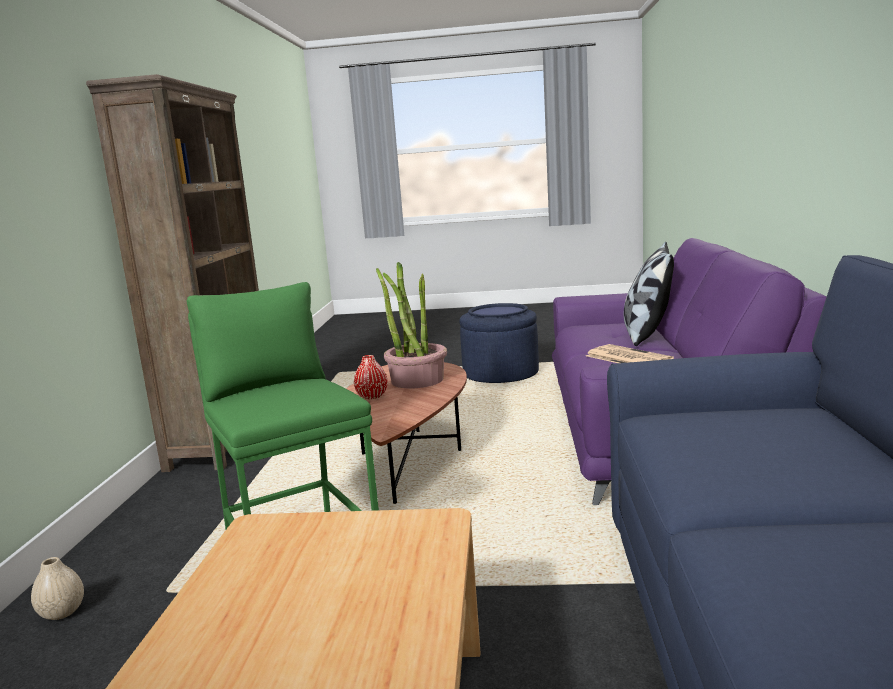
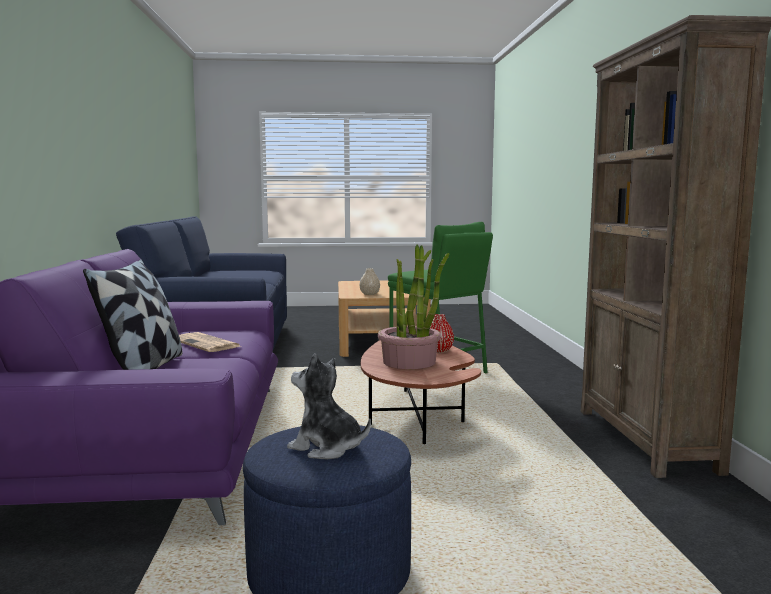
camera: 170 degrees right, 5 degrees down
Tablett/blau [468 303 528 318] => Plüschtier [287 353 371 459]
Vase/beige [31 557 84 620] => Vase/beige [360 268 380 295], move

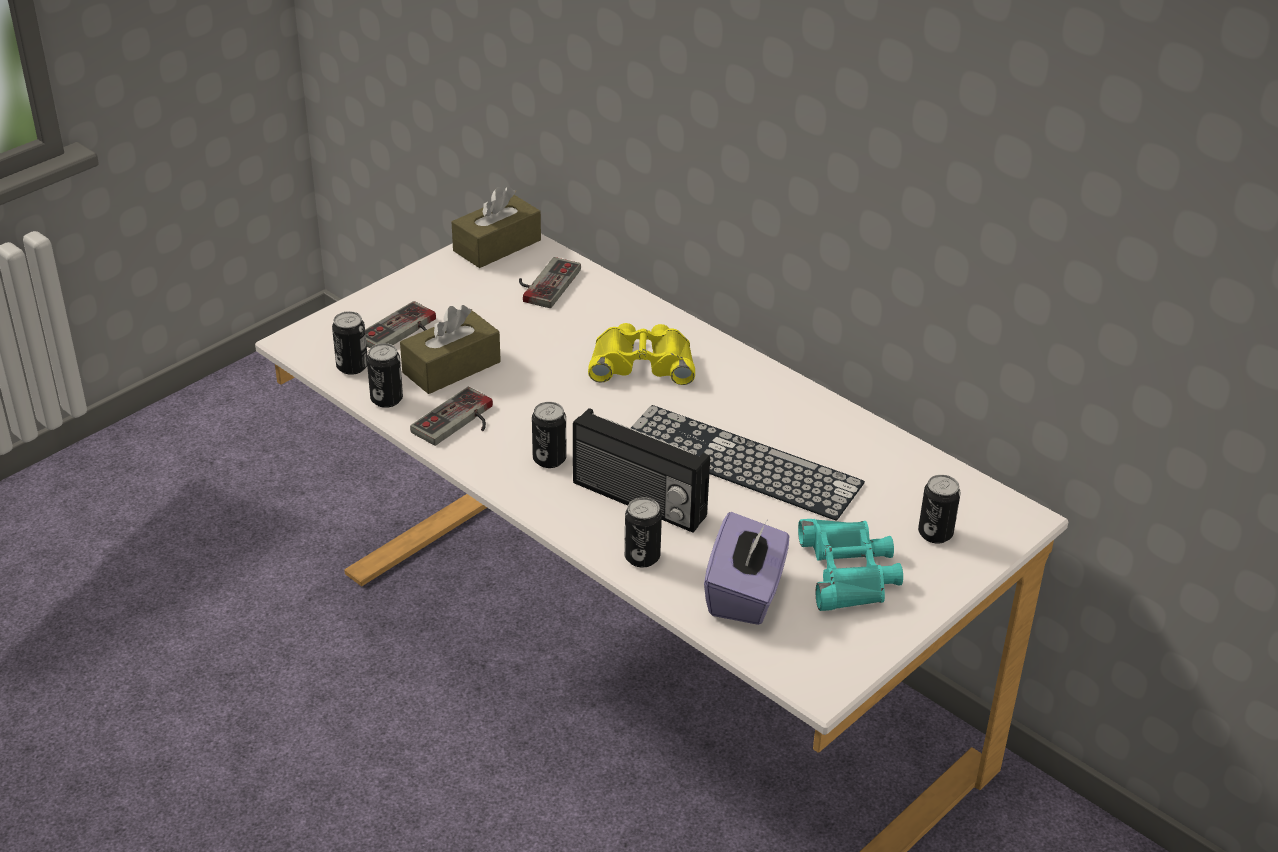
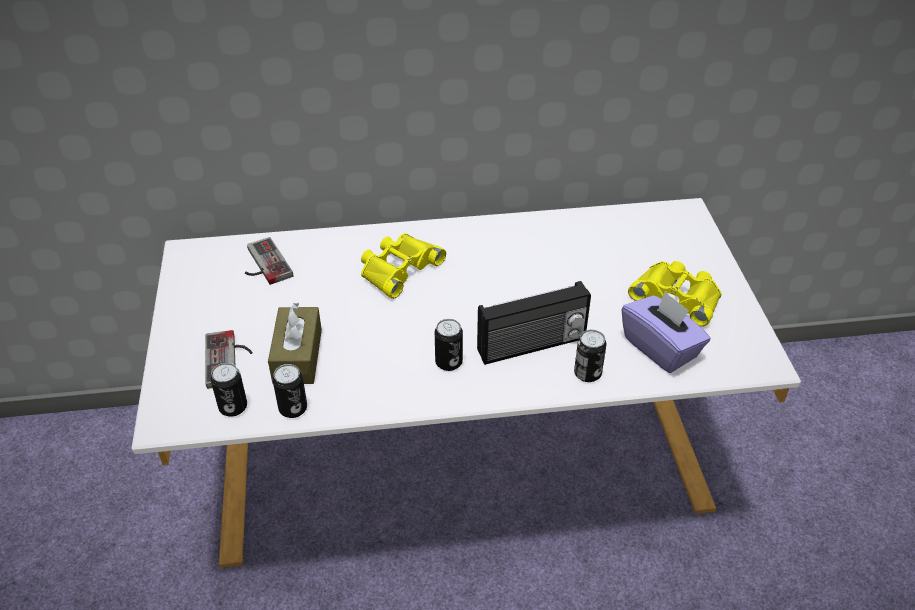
camera: 50 degrees left, 5 degrees up
Fernglas/türkis [798 519 903 611] => Fernglas/gelb [628 261 722 326]
Gamepad [410 387 493 446] => nothing
Taschentuchbox/braun [452 186 541 268] => nothing
Tastatur [631 405 865 521] => nothing
Dose [918 475 961 544] => nothing

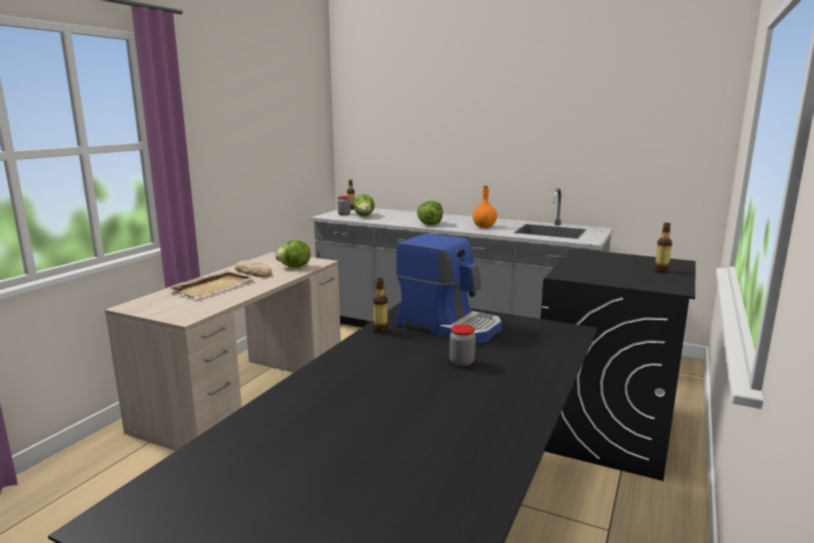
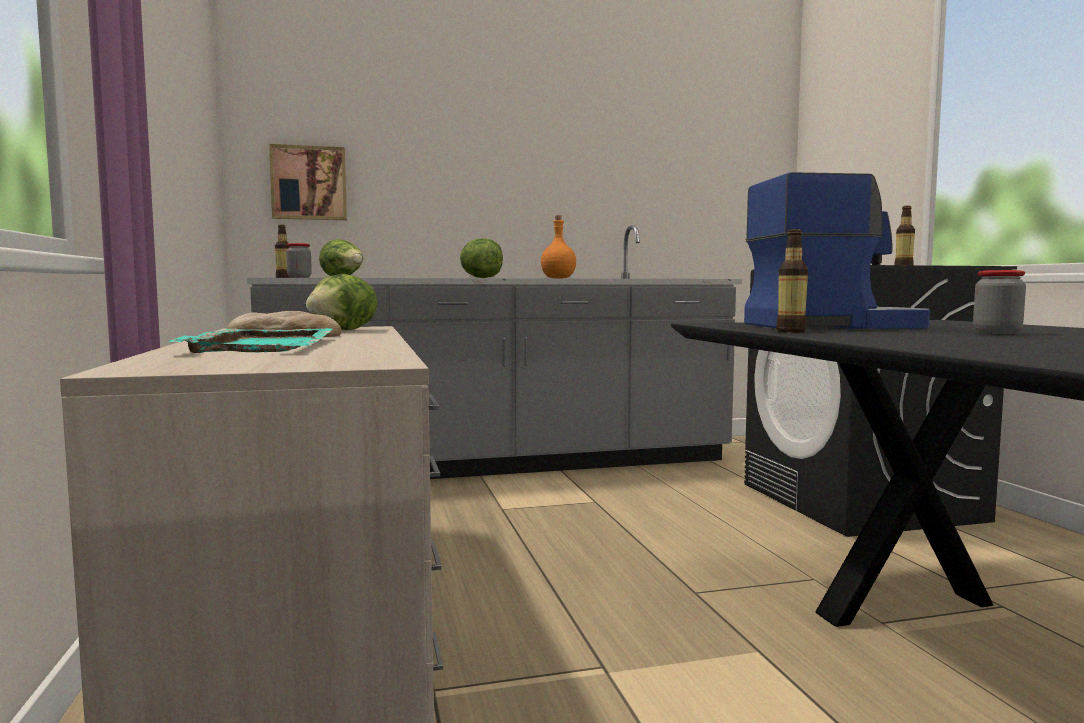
camera: 40 degrees left, 10 degrees down
Tablett/beige [167 270 256 298] => Tablett/türkis [169 328 333 353]
nothing => Bild [269 144 347 220]

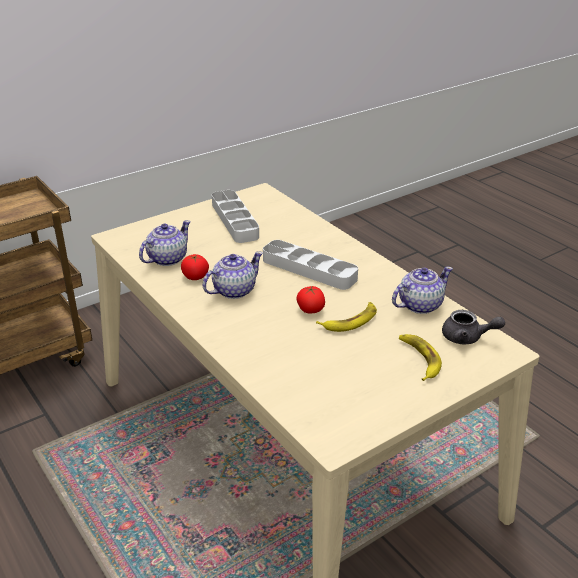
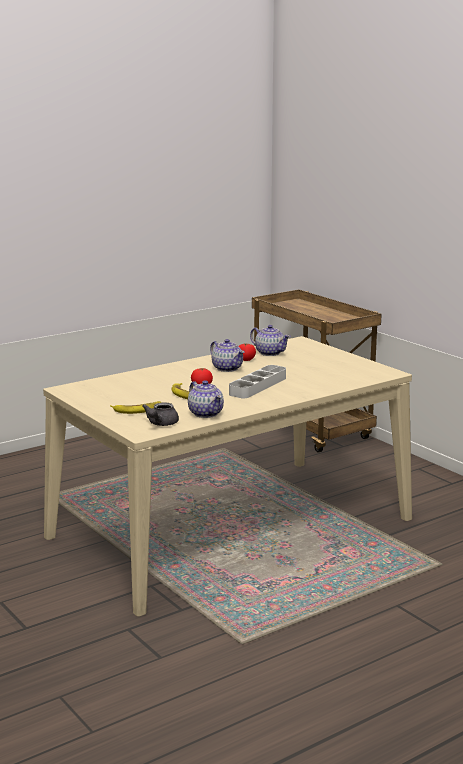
camera: 90 degrees right, 15 degrees down
Tablett/grau [212 190 259 243] => nothing

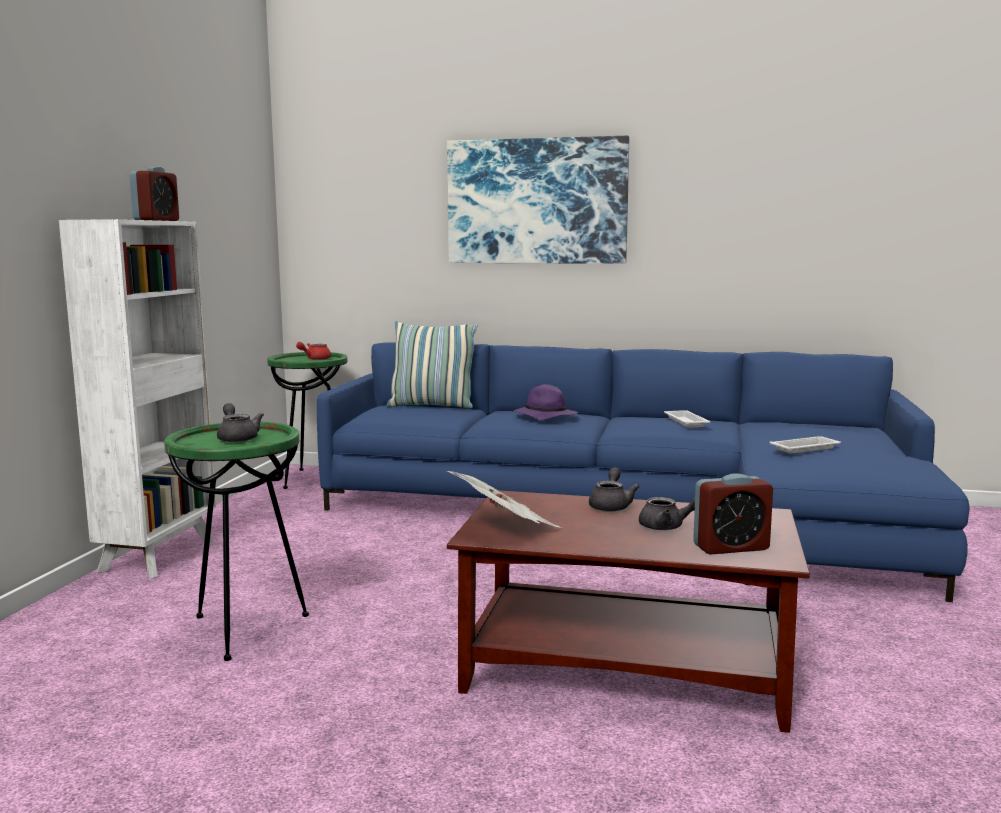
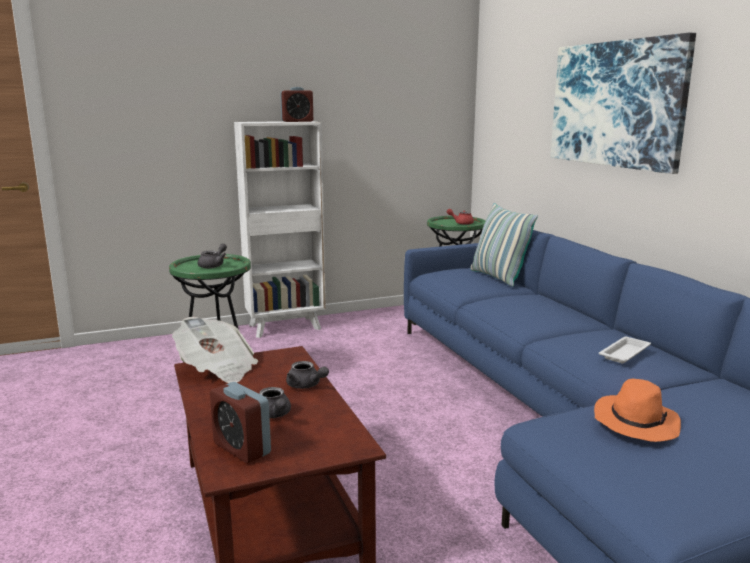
camera: 55 degrees right, 5 degrees up
Teekanne/grau [589 467 640 512] => Teekanne/grau [286 361 329 389], 60 degrees clockwise
Tablett/weiß [770 436 841 453] => Hut/orange [594 379 681 442]
Hut/lila [513 384 578 420] => nothing

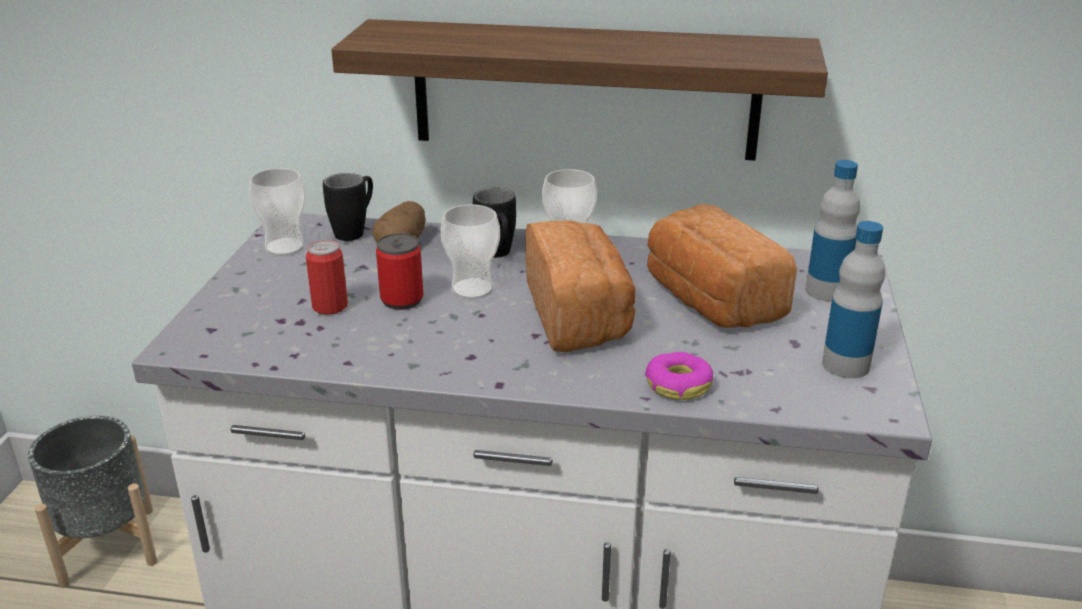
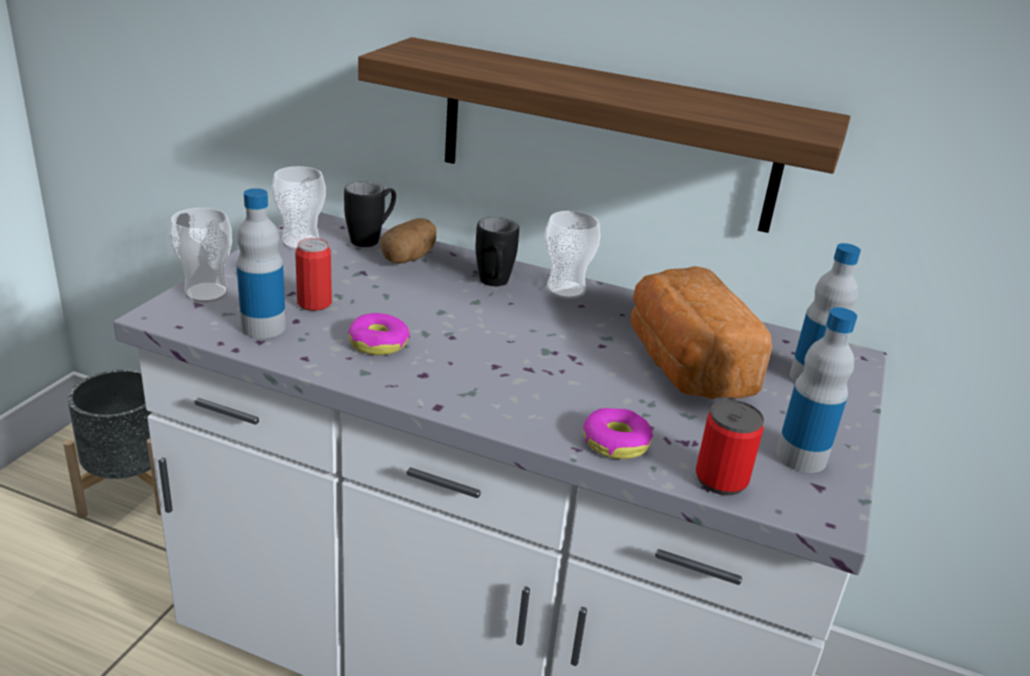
camera: 10 degrees right, 0 degrees up
Tasse [440 205 500 299] => Tasse [169 208 232 303], move
nothing => Flasche [236 188 286 338]
nothing => Donut [348 313 410 355]
Dose [376 233 423 310] => Dose [696 400 764 495], move
Brot [526 220 636 353] => nothing

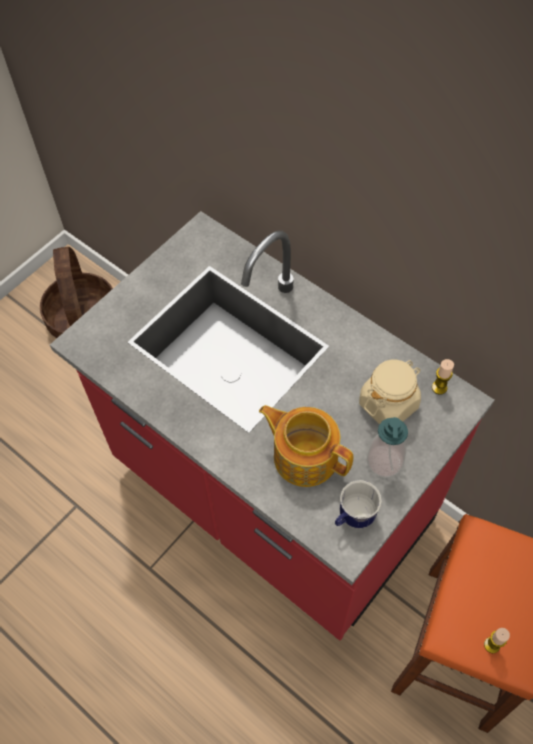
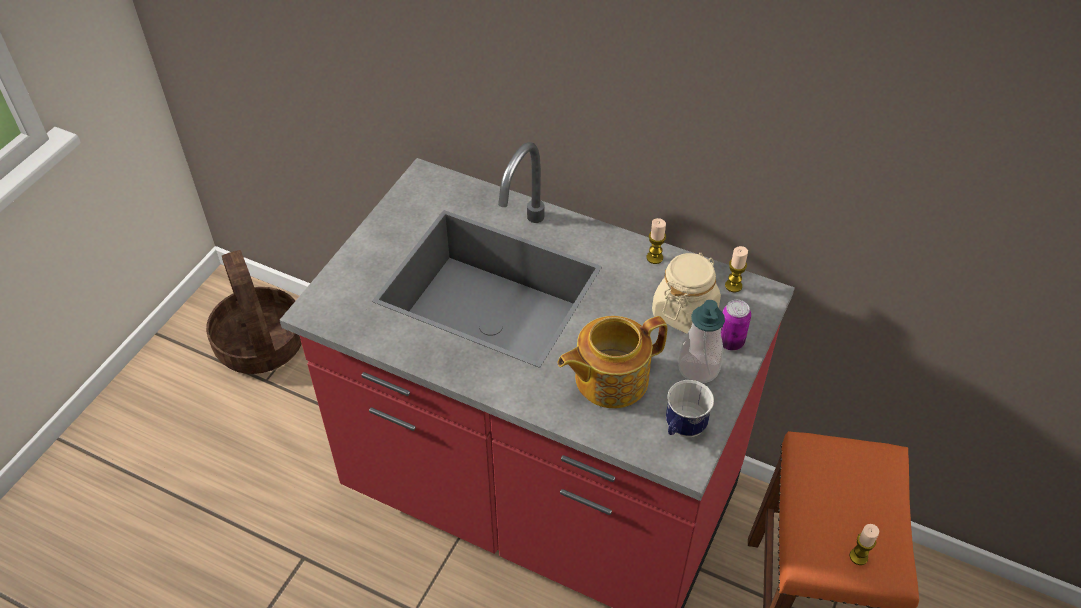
camera: 15 degrees left, 10 degrees down
Teekanne [259 405 353 487] => Teekanne [558 316 668 408], 45 degrees counterclockwise
nothing => Kerze [647 218 666 264]
nothing => Dose [721 300 751 350]

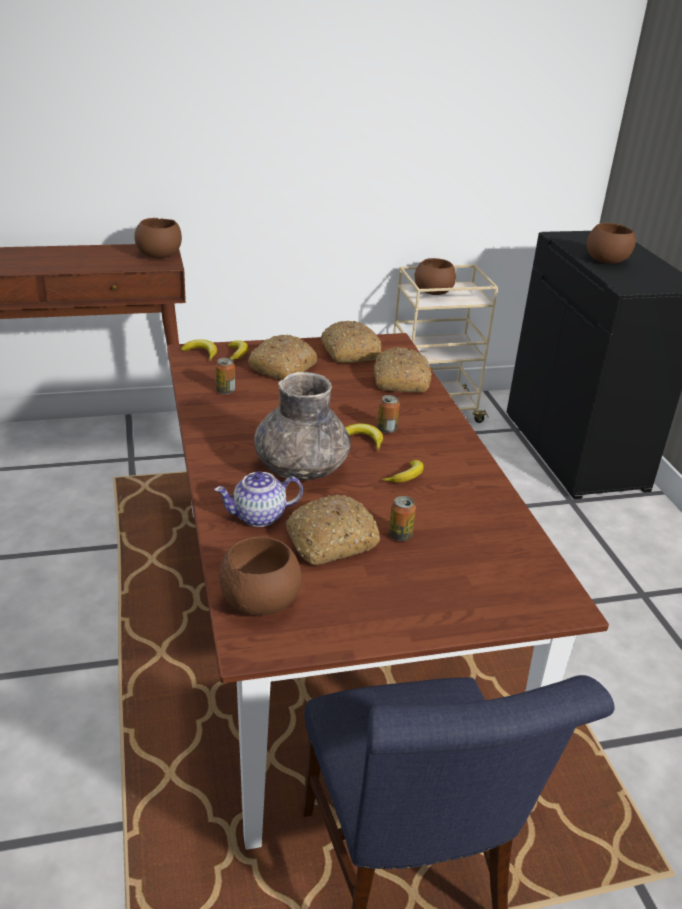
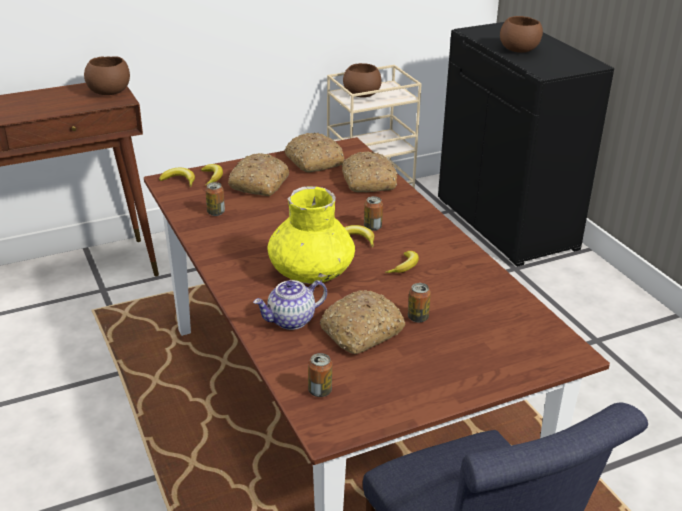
camera: 10 degrees left, 0 degrees up
Vase/grau [254 372 351 480] => Vase/gelb [267 186 355 284]
Schüssel/braun [219 537 301 615] => Dose [308 353 332 397]

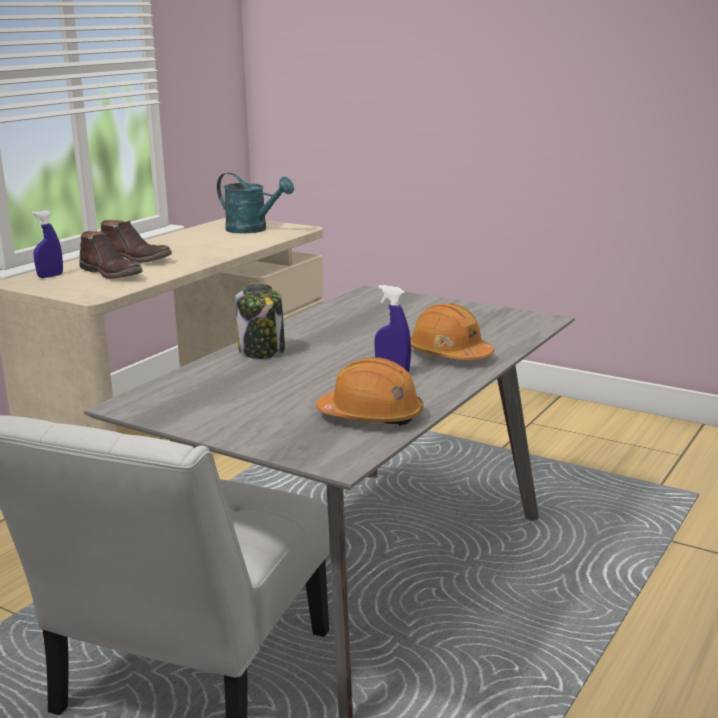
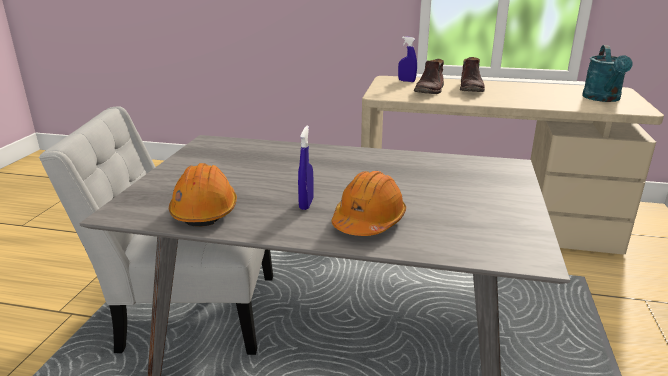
camera: 70 degrees right, 5 degrees up
Vorratsglas [235 283 285 359] => nothing

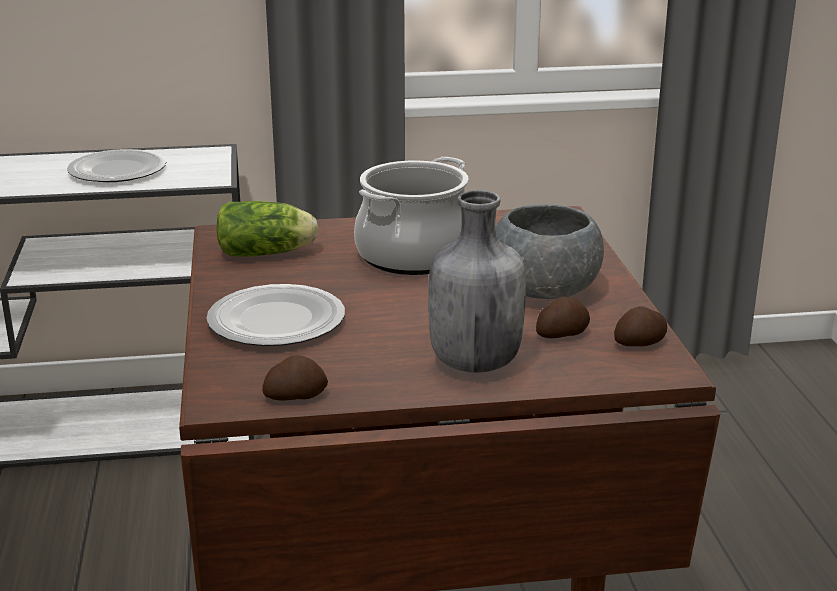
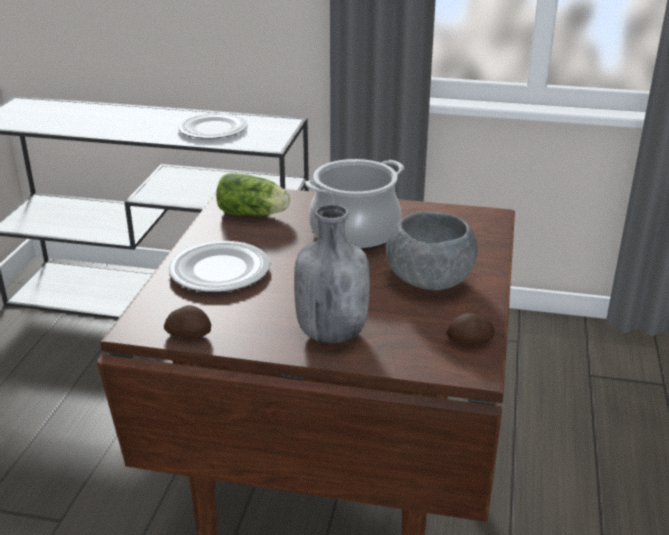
camera: 20 degrees right, 5 degrees up
Kartoffel [536 297 590 338] => nothing

